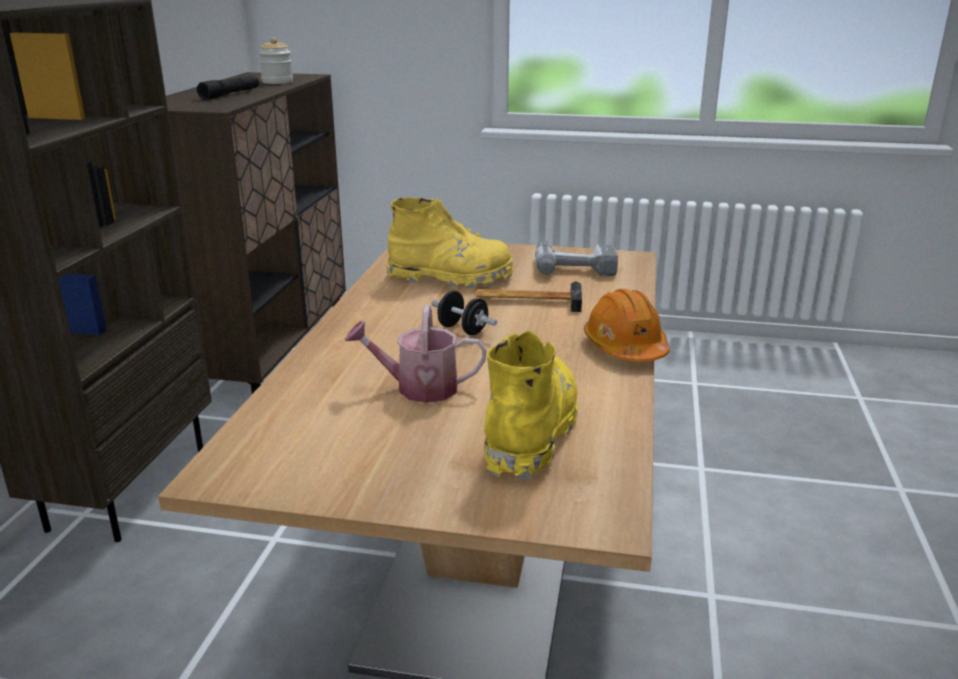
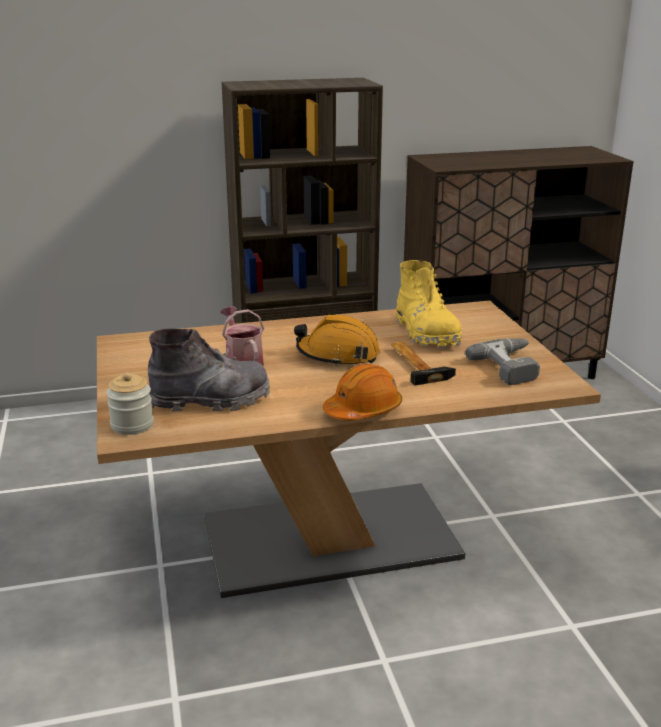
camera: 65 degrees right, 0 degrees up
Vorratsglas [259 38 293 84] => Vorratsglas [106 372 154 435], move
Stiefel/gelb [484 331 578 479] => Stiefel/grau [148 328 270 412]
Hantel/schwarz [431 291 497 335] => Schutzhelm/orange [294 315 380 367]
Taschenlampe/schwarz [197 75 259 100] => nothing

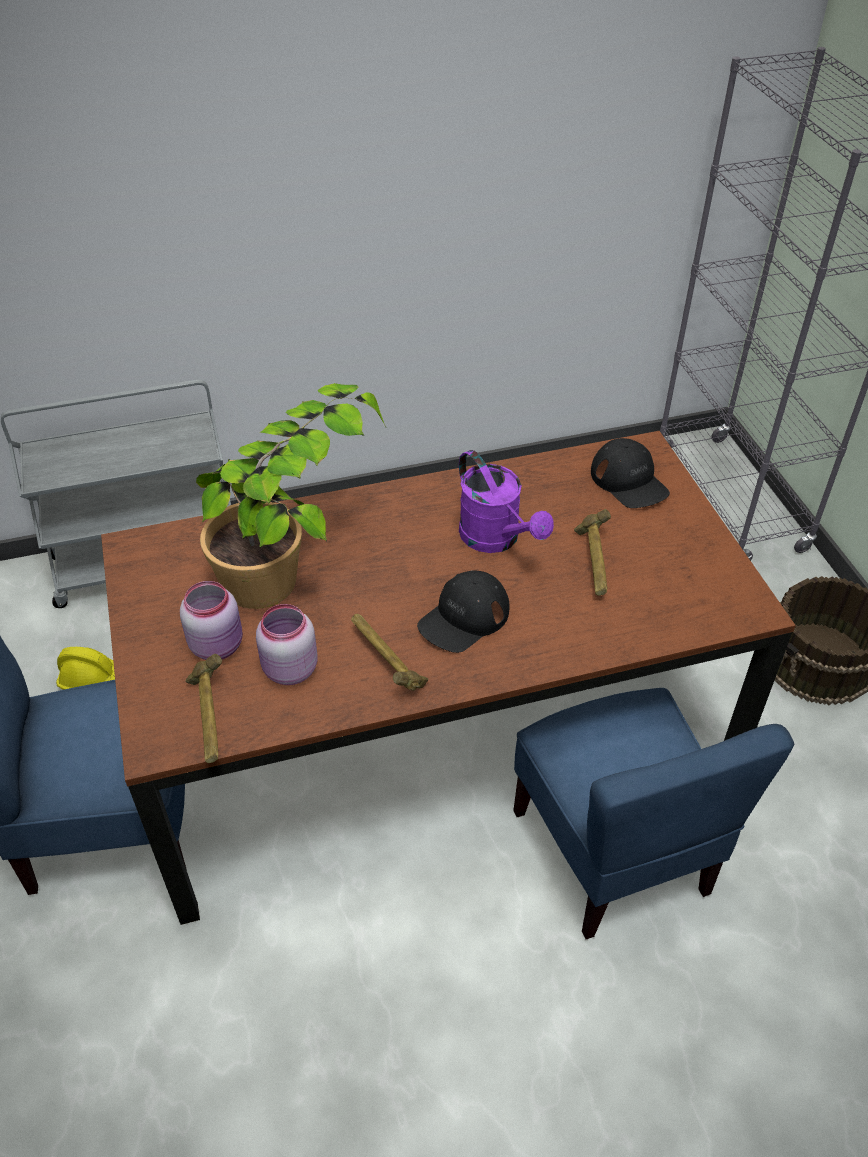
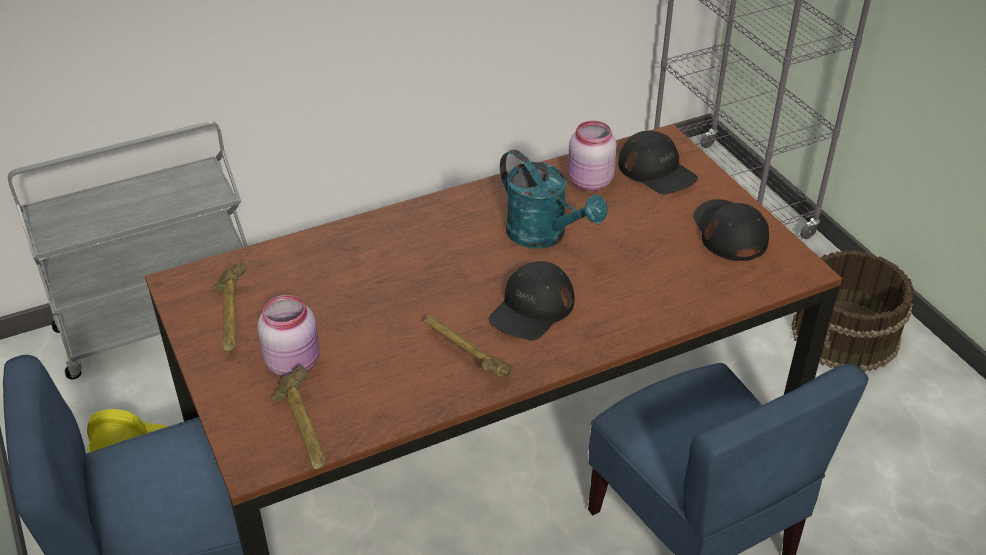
camera: 10 degrees left, 5 degrees down
Hammer [574 509 611 596] => Hammer [212 262 246 351], move
Gießkanne/lila [459 450 554 553] => Gießkanne/türkis [500 150 607 249]
Vorratsglas/rosa [256 604 317 685] => Vorratsglas/rosa [568 121 617 191], move
nothing => Kappe/schwarz [693 199 769 261]
Topfpflanze [196 383 386 609] => nothing

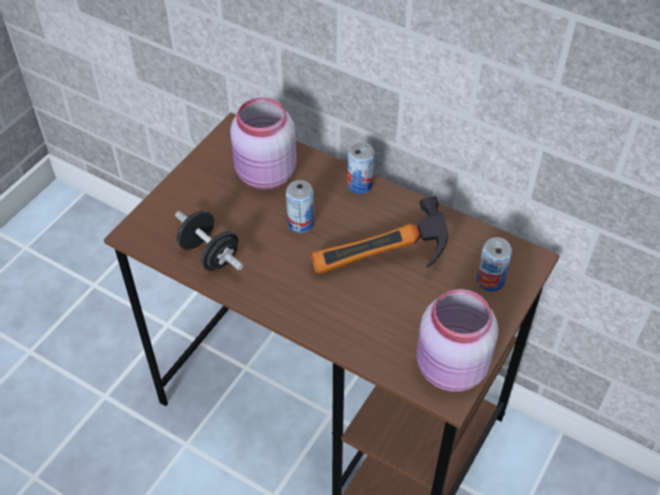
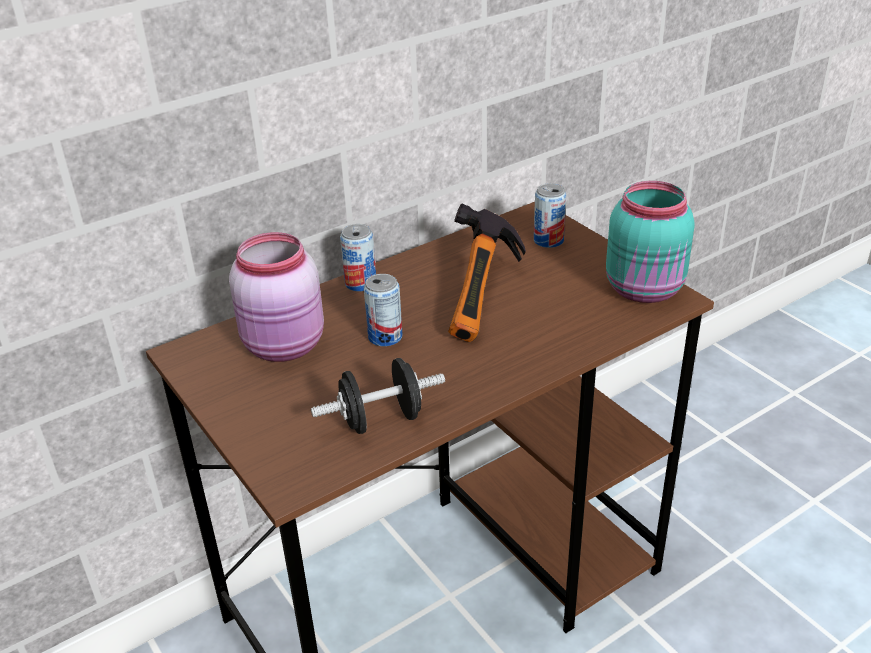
camera: 65 degrees left, 15 degrees down
Vorratsglas/rosa [416 289 499 392] => Vorratsglas/türkis [606 181 695 303]

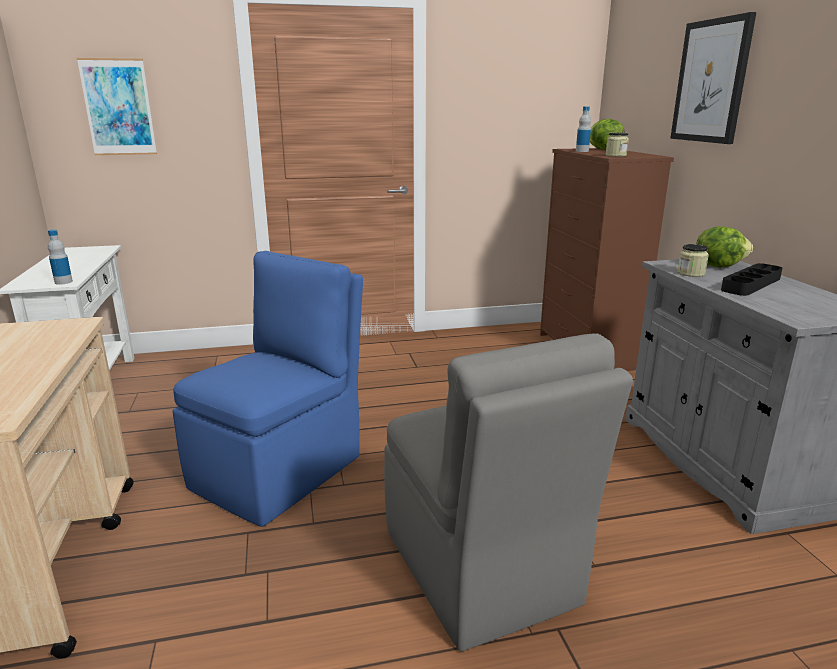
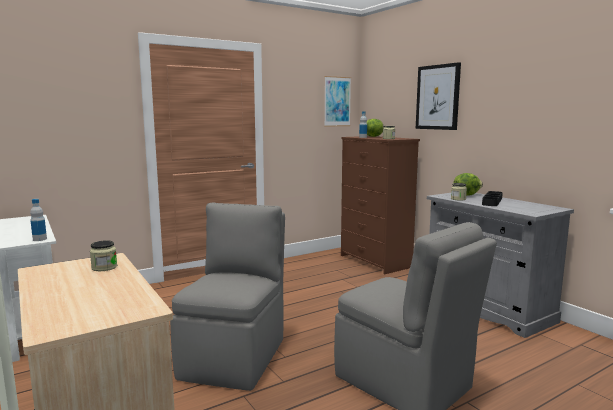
camera: 20 degrees left, 10 degrees down
nothing => Vorratsglas [90 240 117 271]
Stuhl/blau [173 251 363 527] => Stuhl/grau [170 203 285 391]
Bild [77 58 157 155] => Bild [324 76 351 127], move

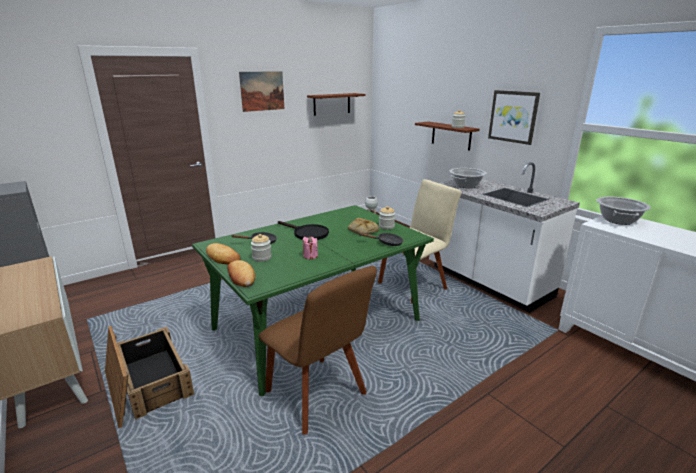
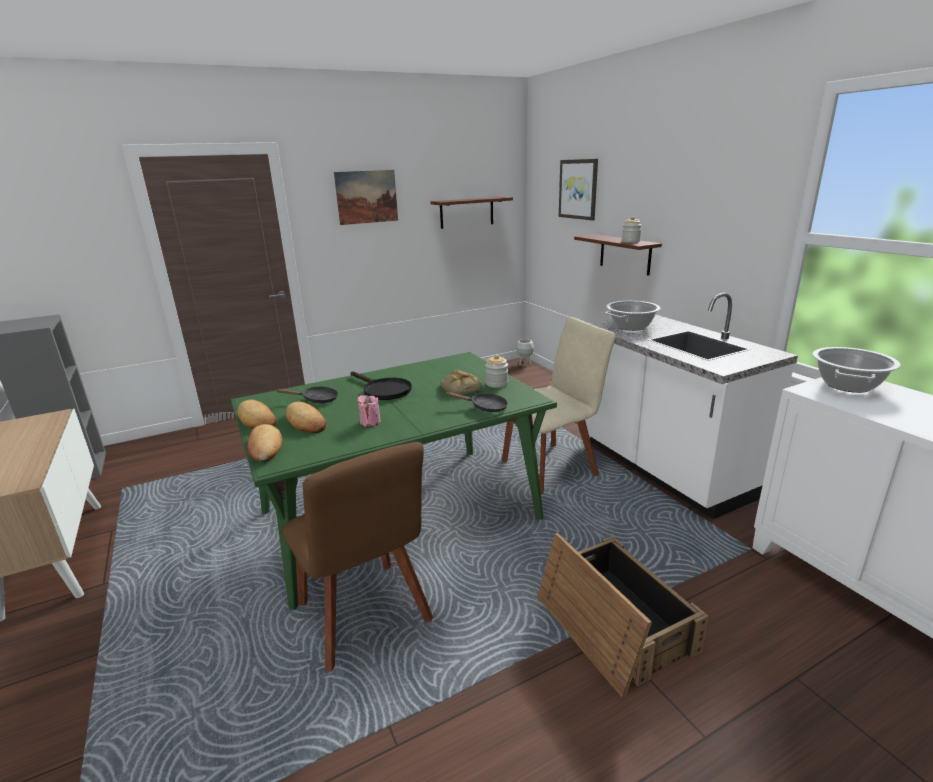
camera: 10 degrees right, 0 degrees up
Vorratsglas [251 234 272 262] => Brot [286 401 326 433]
Kiste [105 326 194 428] => Kiste [537 533 708 698], move
Bild [488 90 540 145] => Bild [559 159 598 221], move

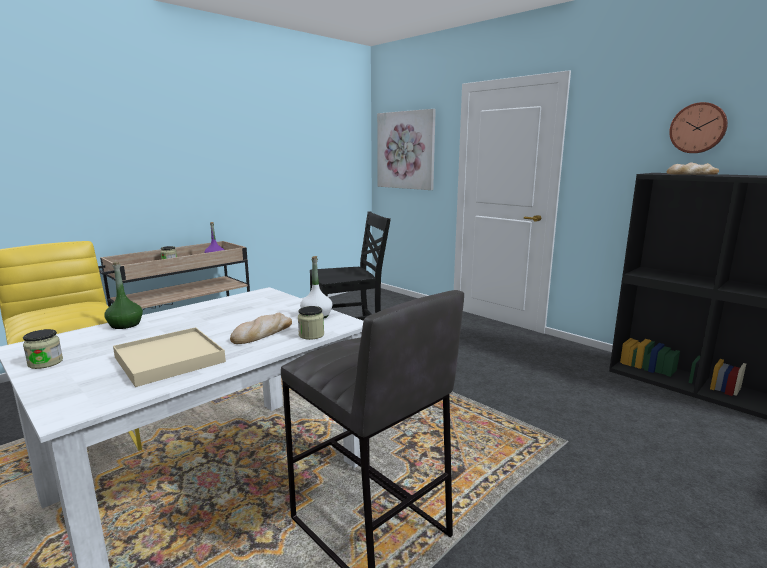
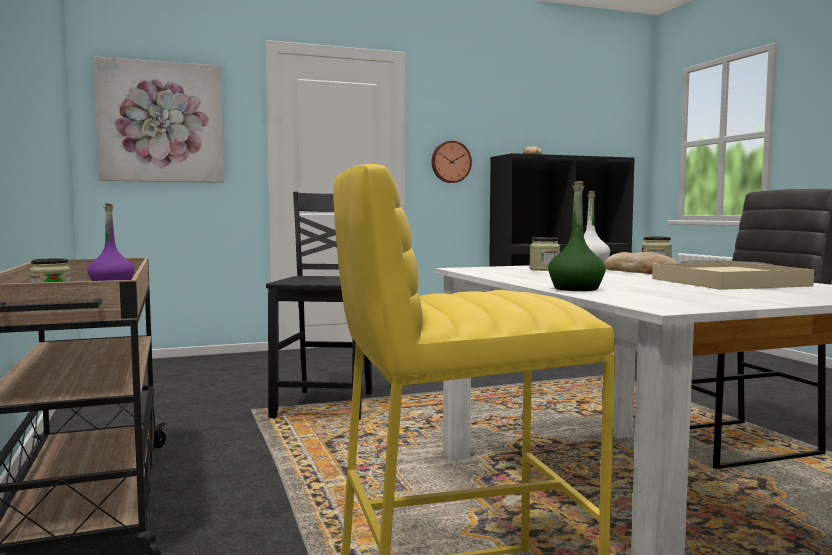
camera: 65 degrees left, 10 degrees down
Wanduhr [669 102 728 153] => Wanduhr [431 141 472 183], move
Vorratsglas [23 329 63 369] => Vorratsglas [529 237 560 271], move

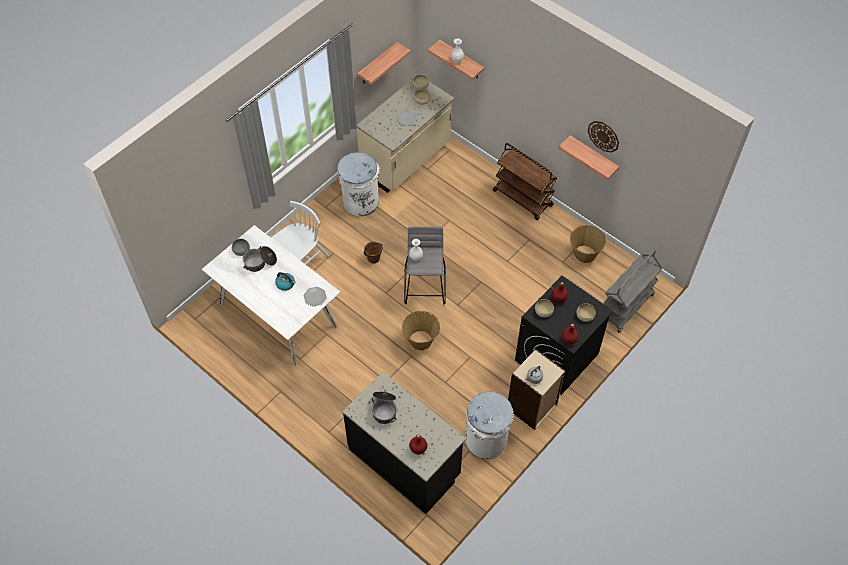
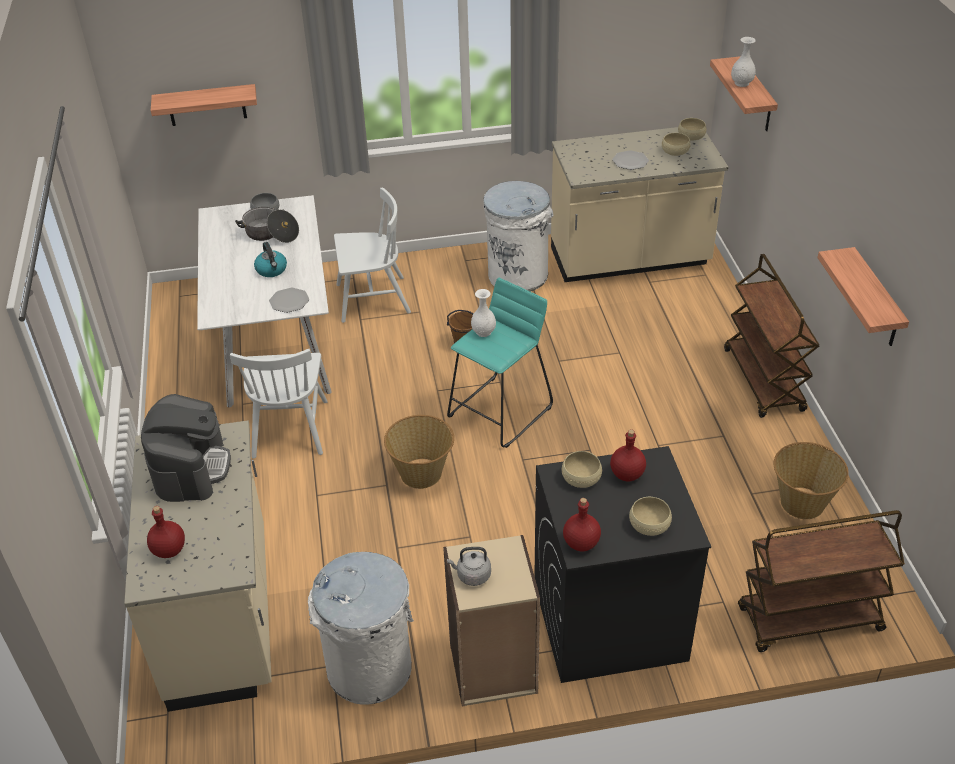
camera: 40 degrees right, 15 degrees down
Küchenzeile/schwarz [342 372 466 514] => Küchenzeile/beige [124 421 272 712]
Kochtopf [372 391 396 424] => Kaffeemaschine [141 394 231 502]
Wandregal [357 42 410 85] => Wandregal [151 84 257 126], move
nothing => Stuhl/weiß [230 349 328 459]
Hocker/grau [404 227 446 304] => Hocker/türkis [447 278 553 448]
Rollwagen/grau [603 250 663 333] => Rollwagen/braun [738 510 905 652]
Wanduhr [588 121 619 153] => nothing

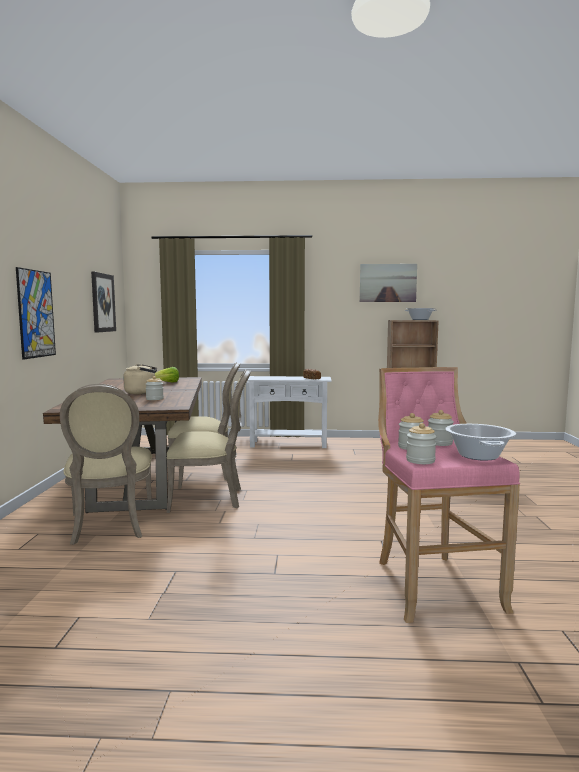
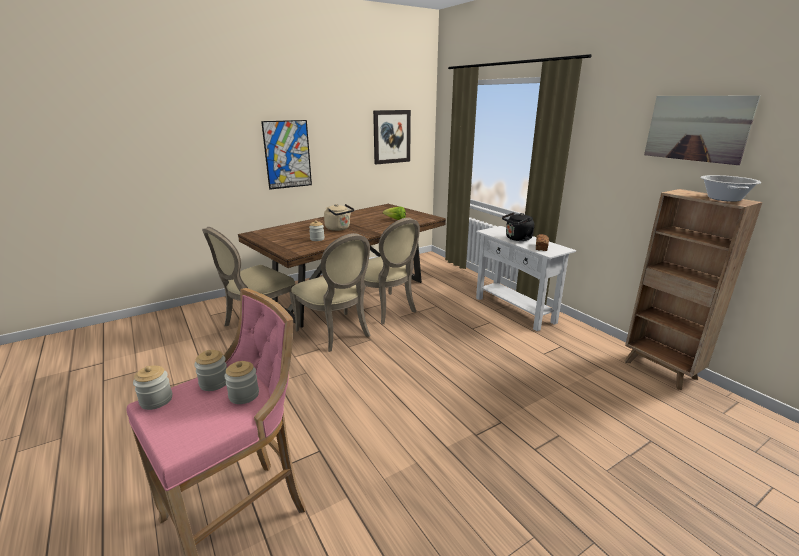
camera: 55 degrees right, 15 degrees up
nothing => Wasserkessel/schwarz [502 212 534 241]
Kochtopf [446 424 516 461] => nothing

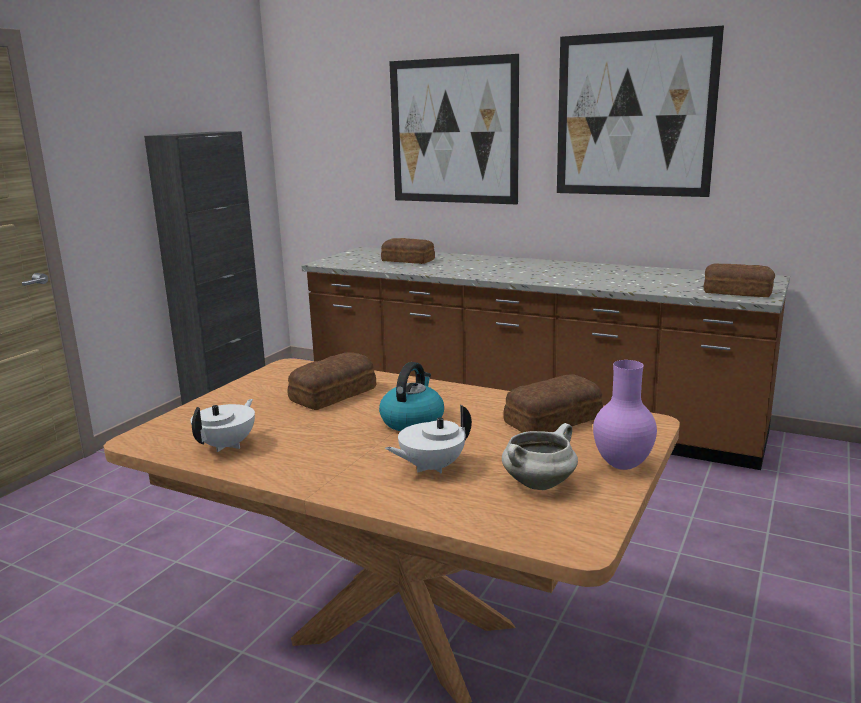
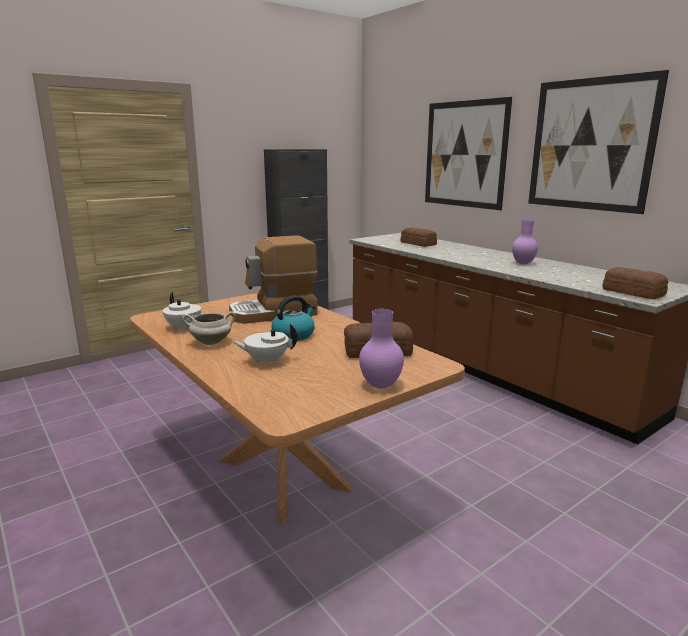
camera: 25 degrees right, 0 degrees up
Teekanne/weiß [190 399 255 452] => Teekanne/weiß [163 292 201 330], 90 degrees clockwise
Kochtopf/weiß [502 423 578 490] => Kochtopf/weiß [182 311 236 345], move
Brot [287 353 376 410] => Kaffeemaschine [229 235 318 324]
nothing => Vase/lila [512 220 538 265]

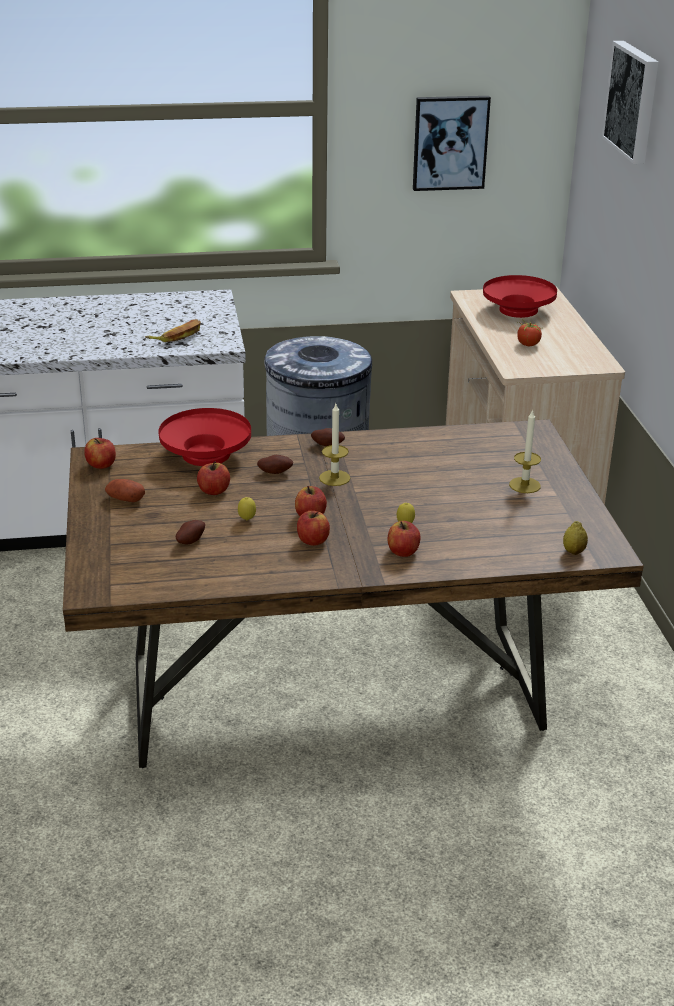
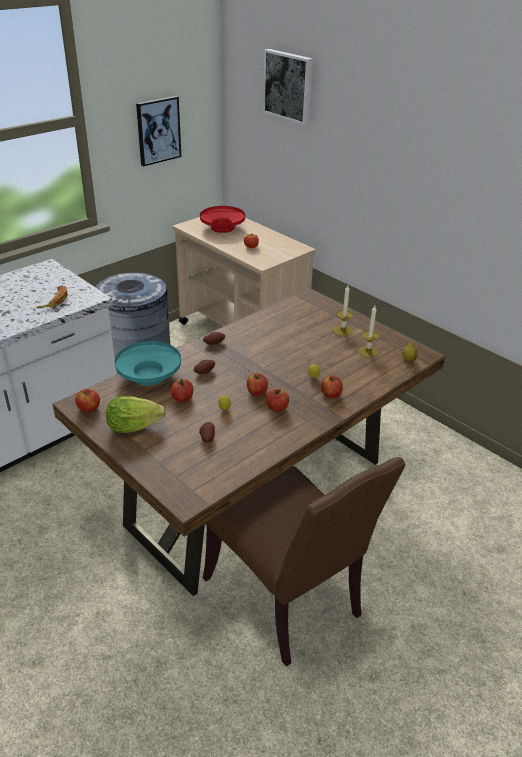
camera: 35 degrees left, 5 degrees up
Kartoffel [105 479 145 502] => Salatkopf [106 396 166 433]
Schüssel/rot [158 408 251 466] => Schüssel/türkis [115 341 181 386]
nothing => Stuhl/braun [203 457 406 666]
Kerze [319 404 350 486] => Kerze [358 305 379 358], move

